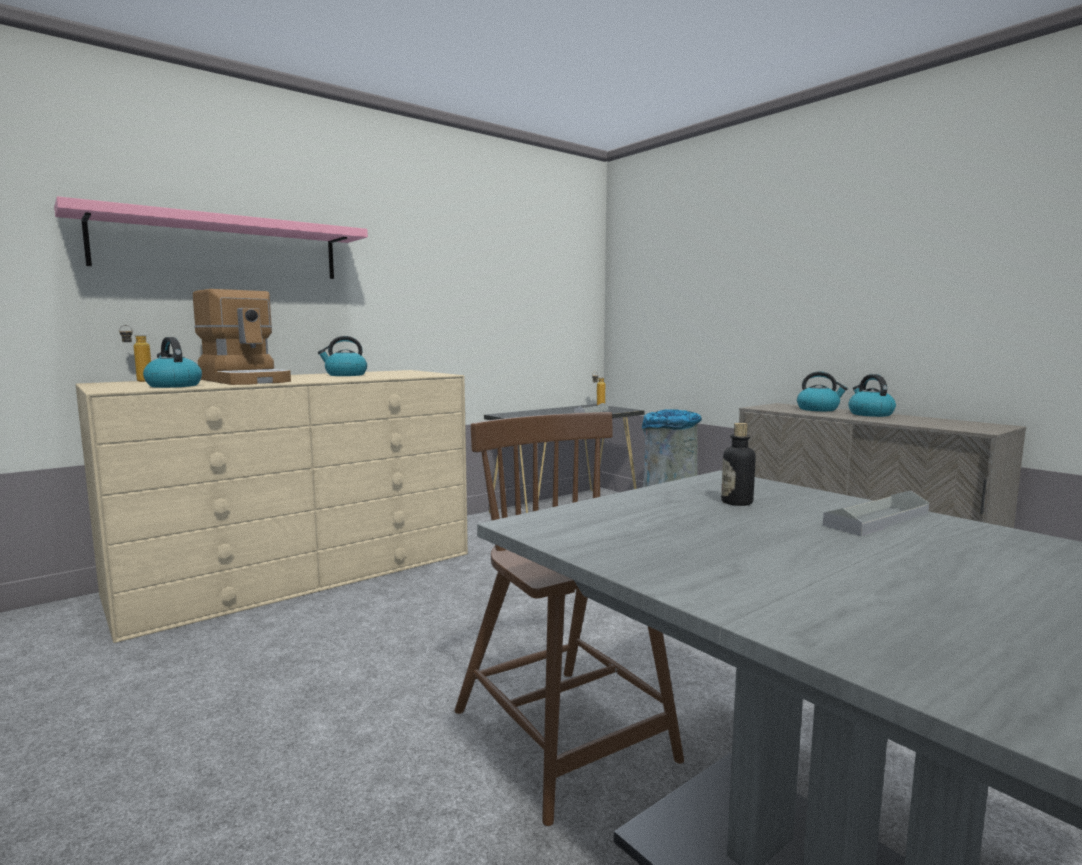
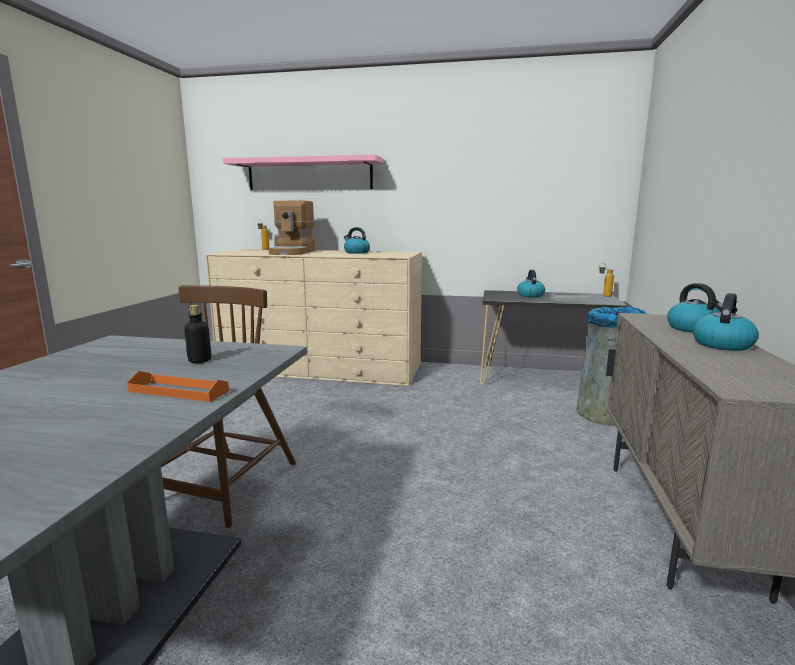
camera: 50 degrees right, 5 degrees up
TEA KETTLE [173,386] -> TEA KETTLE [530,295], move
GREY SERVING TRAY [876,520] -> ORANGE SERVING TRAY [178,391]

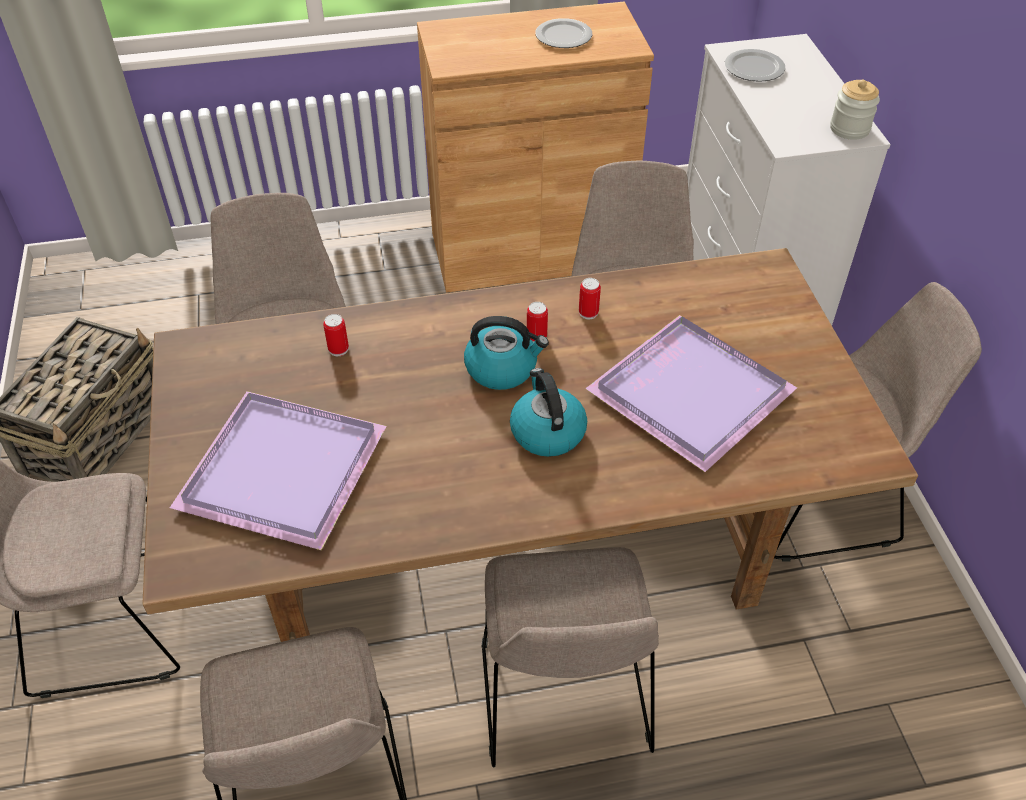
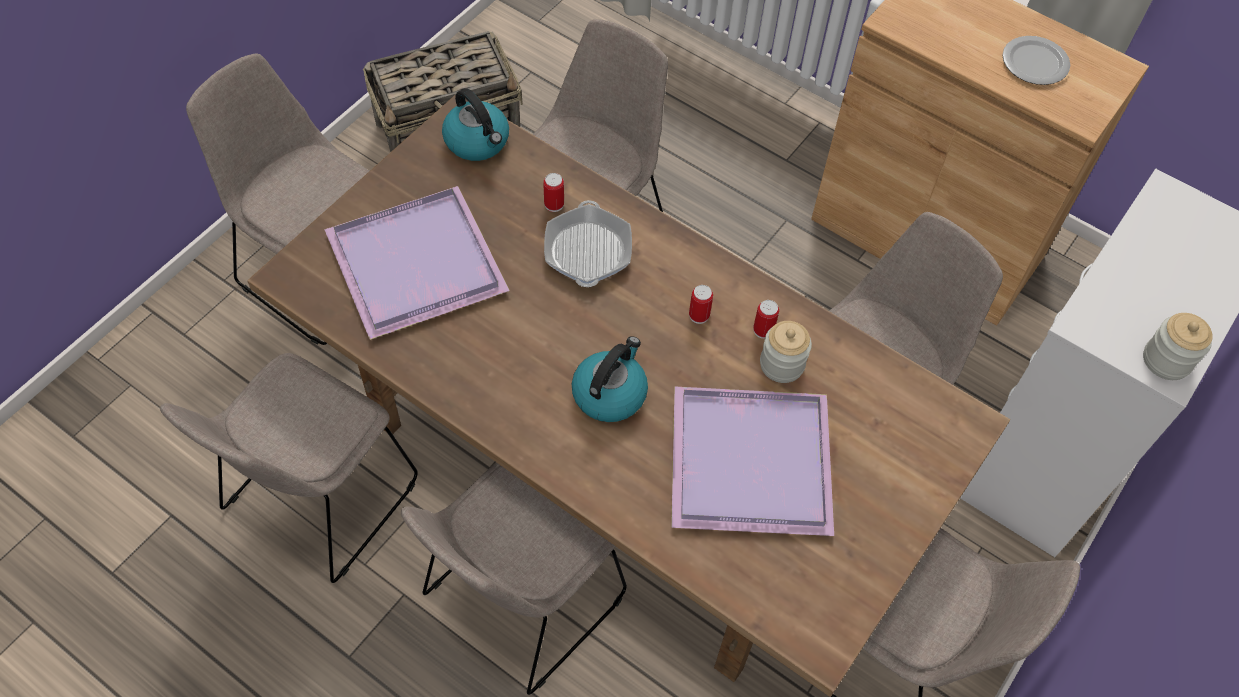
camera: 45 degrees right, 10 degrees up
TEA KETTLE [502,368] -> TEA KETTLE [478,141], move
FLAT DISH [753,68] -> none
none -> SKILLET [588,251]
none -> PRESERVE JAR [782,364]

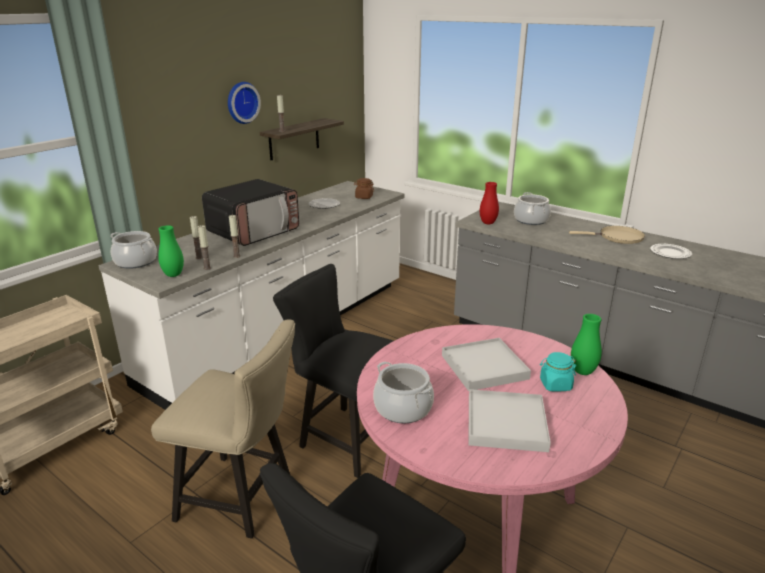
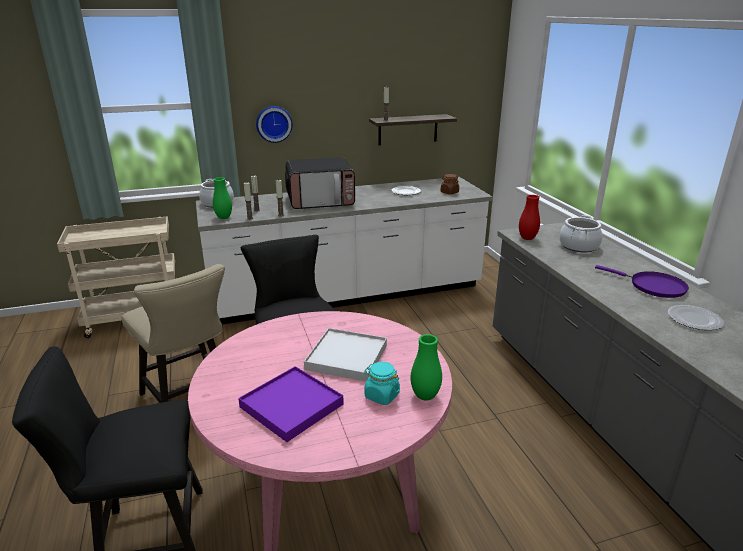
camera: 35 degrees right, 0 degrees up
WALL CLOCK [241,102] -> WALL CLOCK [273,123], move
SAUCEPOT [403,408] -> none
WHITISH SERVING TRAY [506,423] -> PURPLE-COLOURED SERVING TRAY [291,405]
BEIGE SKILLET [618,237] -> PURPLE-COLOURED SKILLET [653,287]

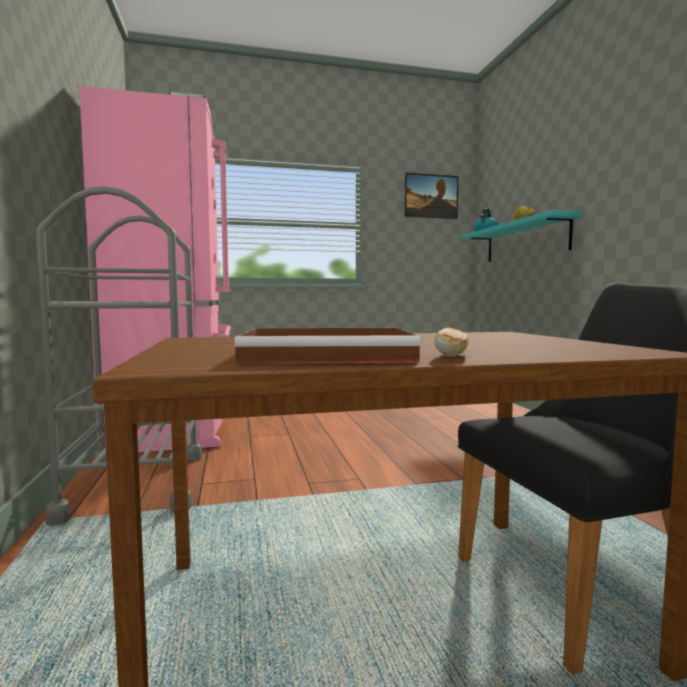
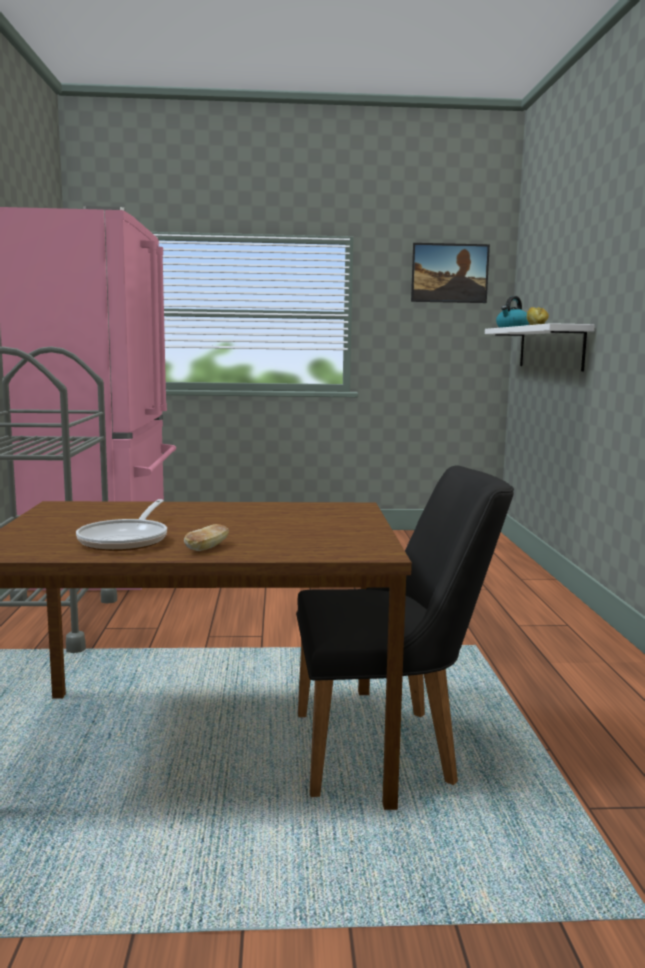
camera: 10 degrees right, 5 degrees up
BROWN SERVING TRAY [331,354] -> SKILLET [127,540]
TURQUOISE WALL SHELF [525,241] -> WHITISH WALL SHELF [550,347]

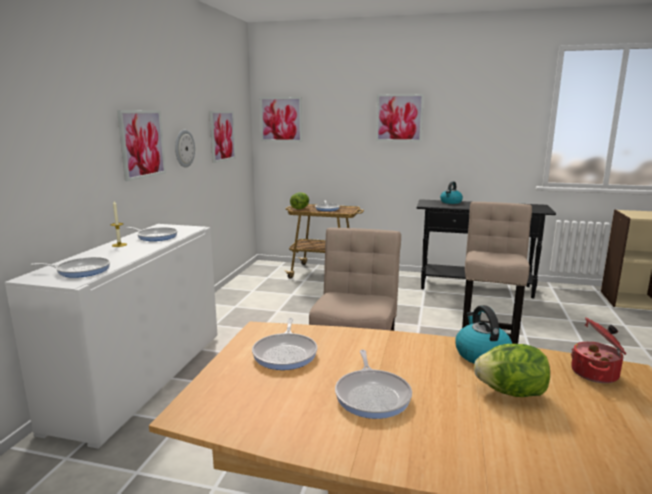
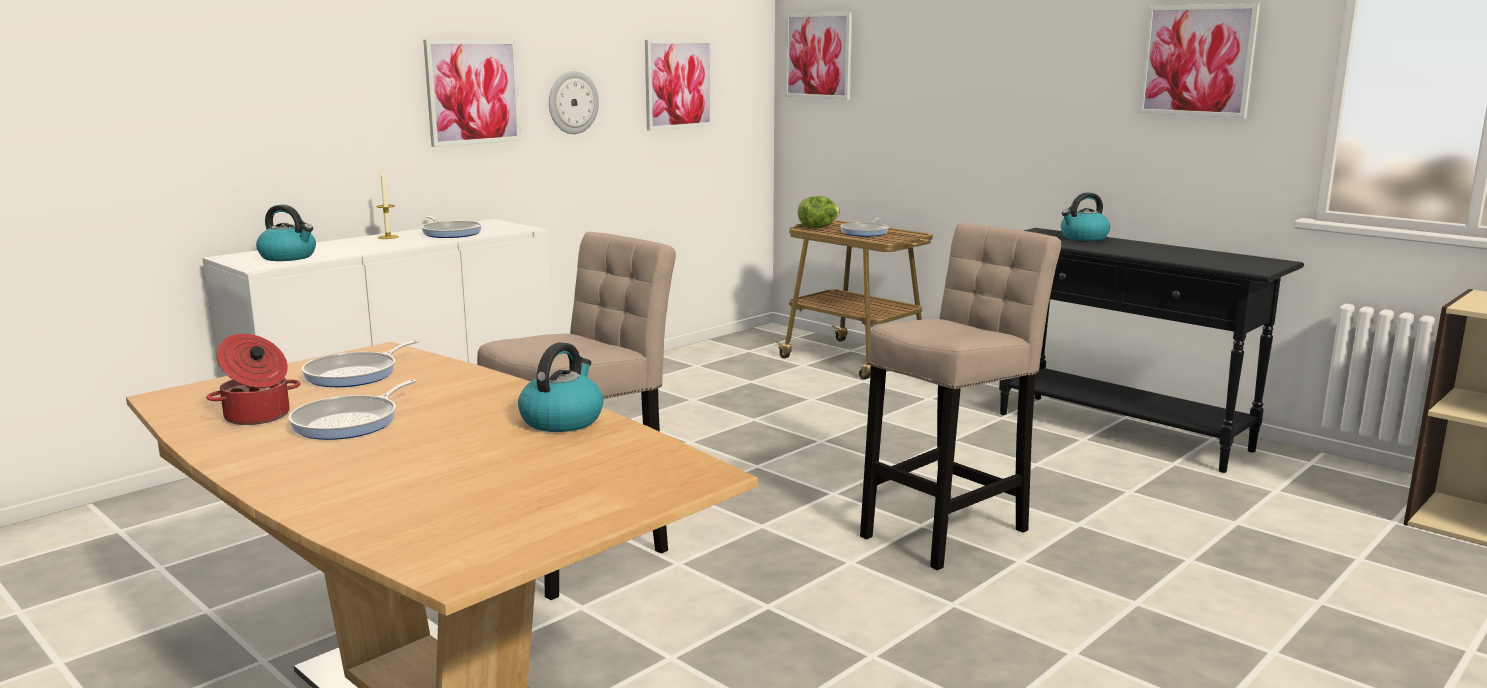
camera: 30 degrees right, 0 degrees up
SKILLET [80,270] -> TEA KETTLE [289,257]
PICTURE [399,118] -> PICTURE [1197,60], move
HEAD OF LETTUCE [511,392] -> none
SAUCEPOT [596,373] -> SAUCEPOT [258,417], move

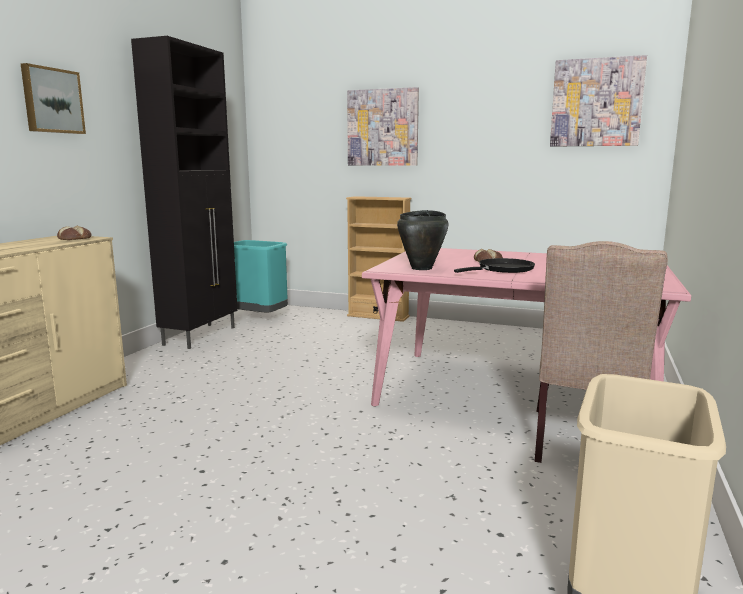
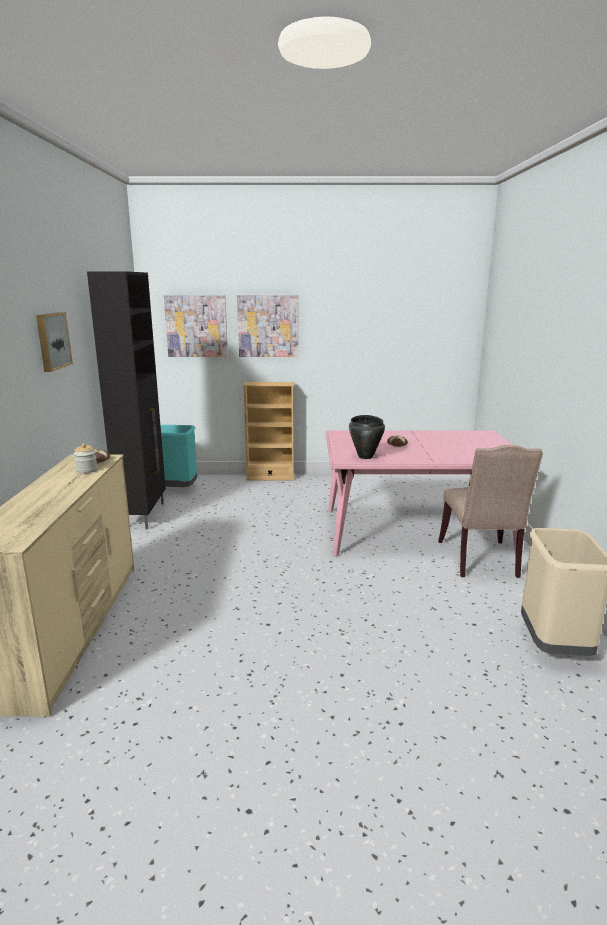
camera: 20 degrees left, 5 degrees up
BLACK-COLOURED SKILLET [503,269] -> none
PICTURE [596,103] -> PICTURE [196,326], move
none -> PRESERVE JAR [86,470]

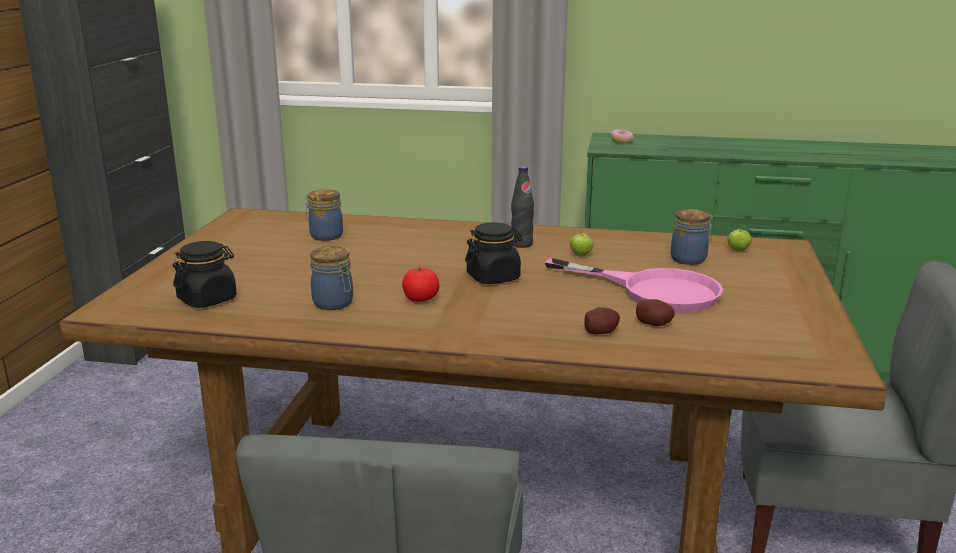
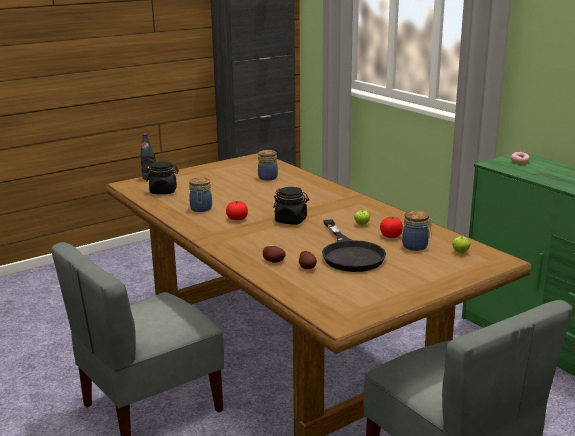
camera: 45 degrees right, 0 degrees up
BLACK-COLOURED DRINK BOTTLE [521,244] -> BLACK-COLOURED DRINK BOTTLE [149,178], move
PINK SKILLET [653,291] -> BLACK-COLOURED SKILLET [350,254]
none -> WHOLE TOMATO [391,236]

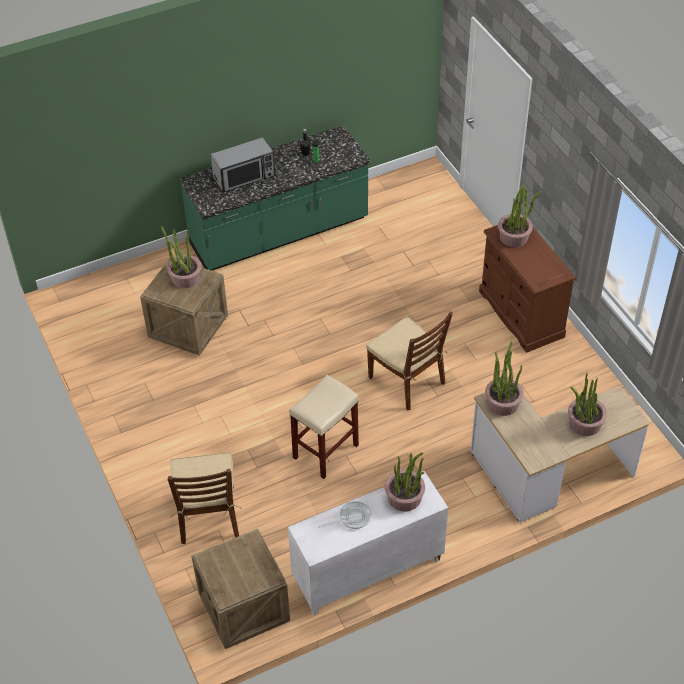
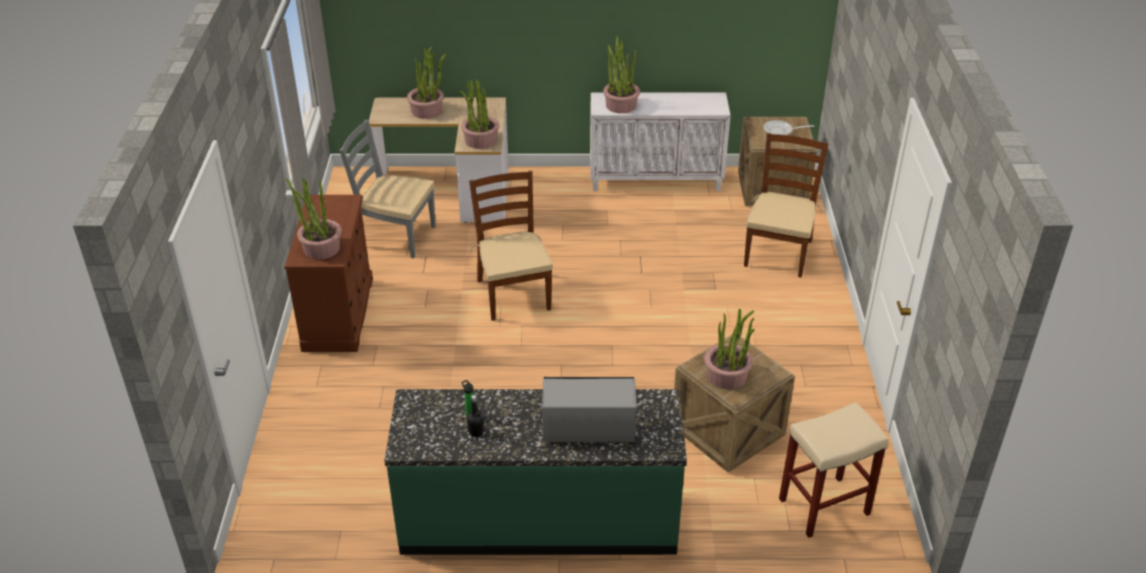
camera: 155 degrees left, 10 degrees down
BEIGE STOOL [326,450] -> BEIGE STOOL [823,507], move
SKILLET [352,518] -> SKILLET [780,131], move
none -> GREY CHAIR [395,236]

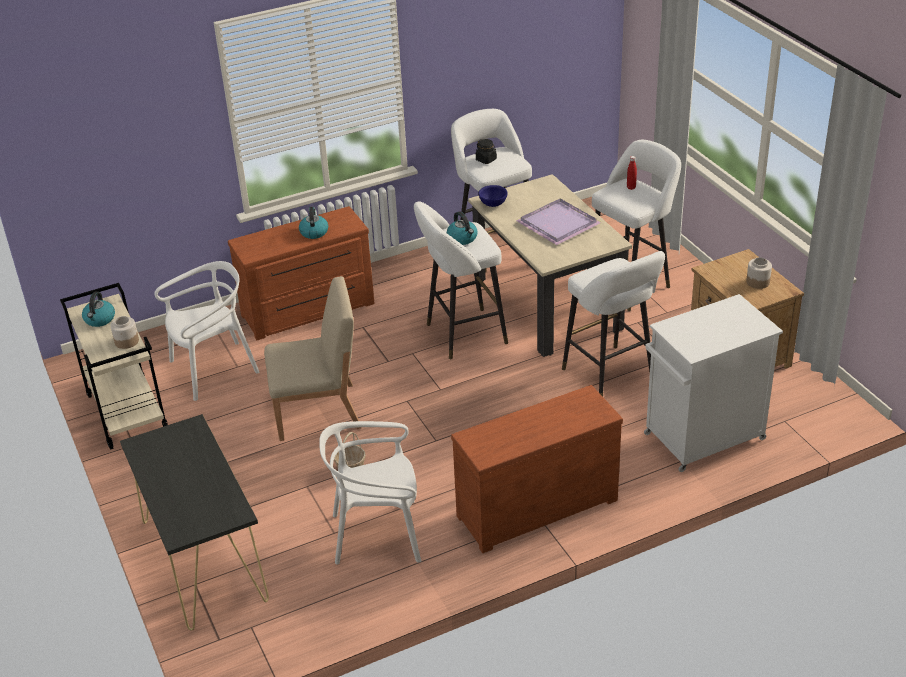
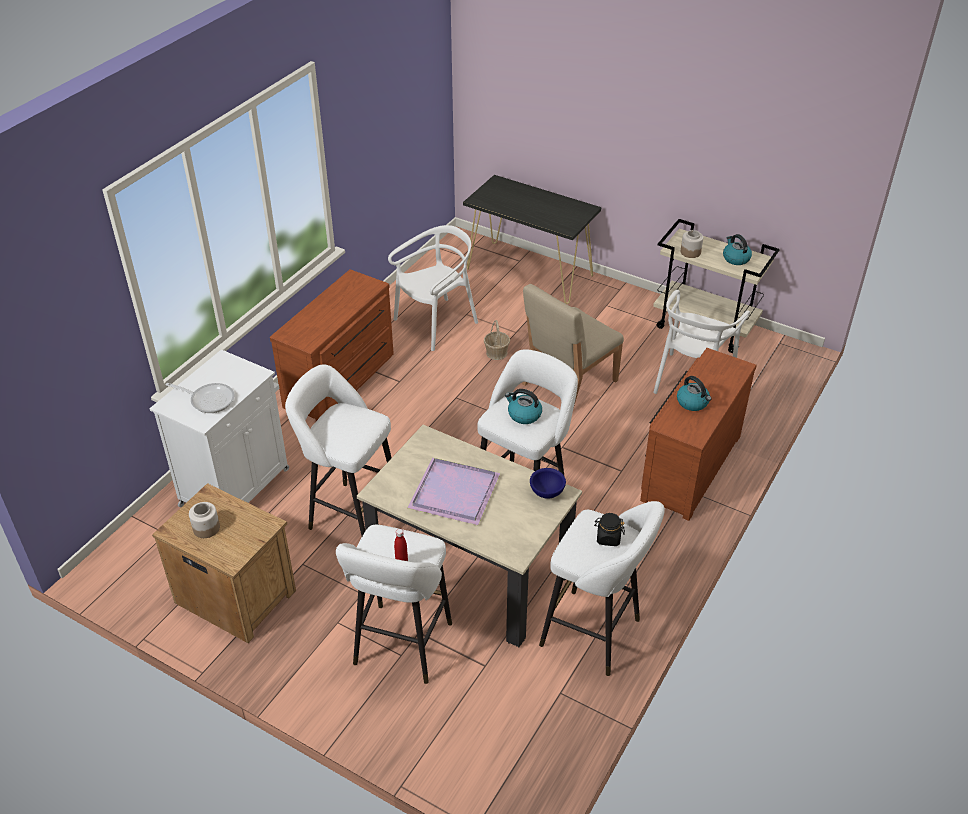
camera: 145 degrees right, 5 degrees up
none -> SKILLET [209,400]

